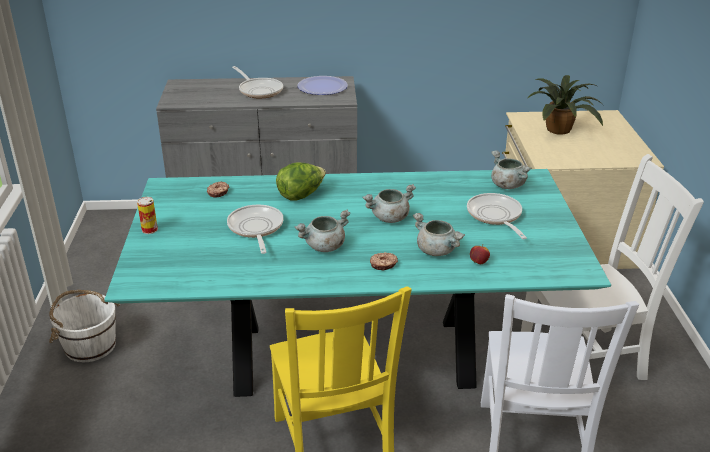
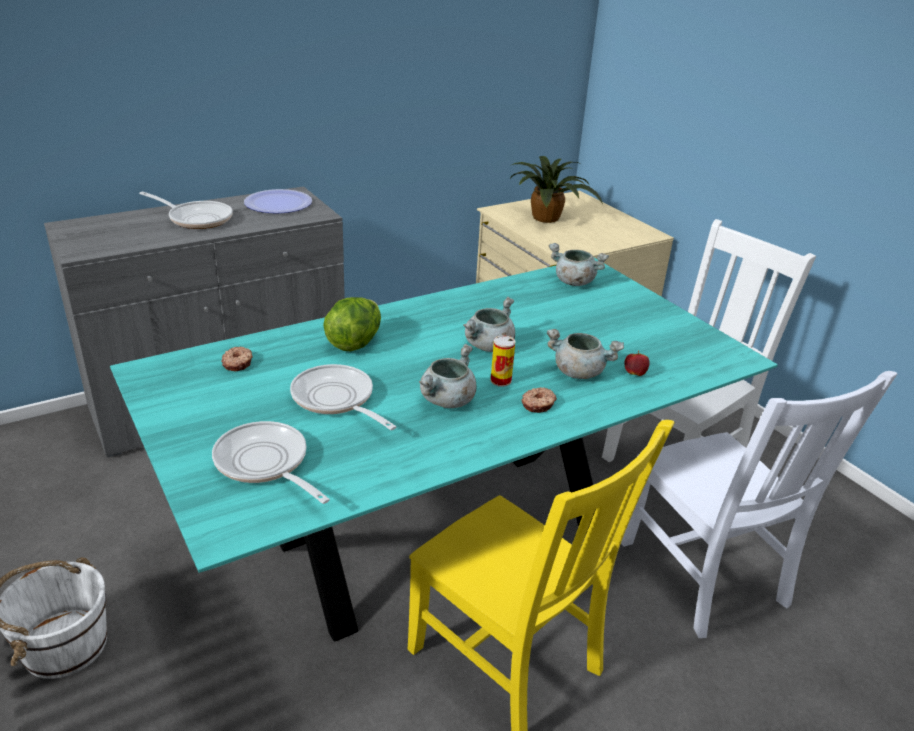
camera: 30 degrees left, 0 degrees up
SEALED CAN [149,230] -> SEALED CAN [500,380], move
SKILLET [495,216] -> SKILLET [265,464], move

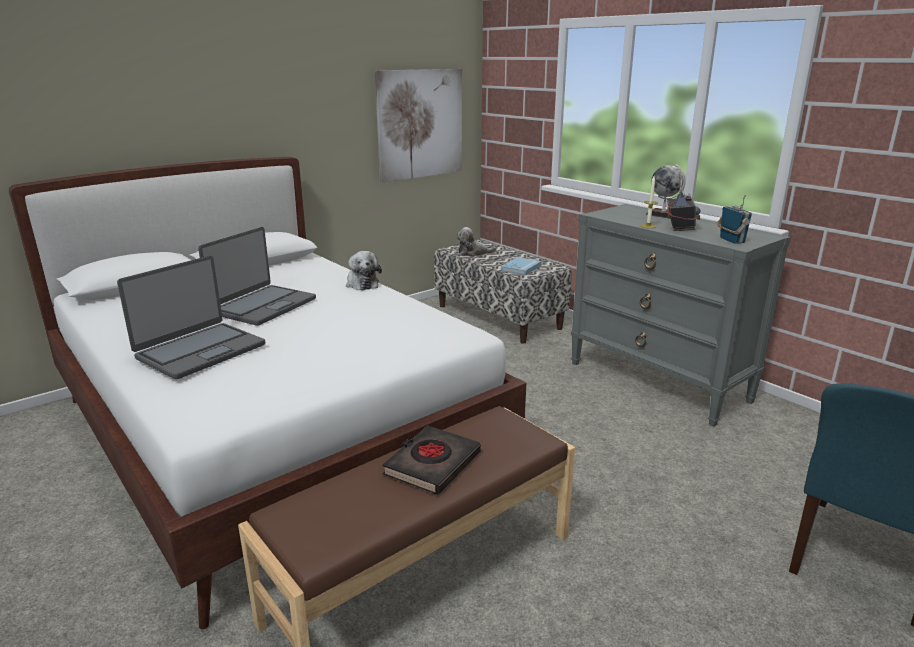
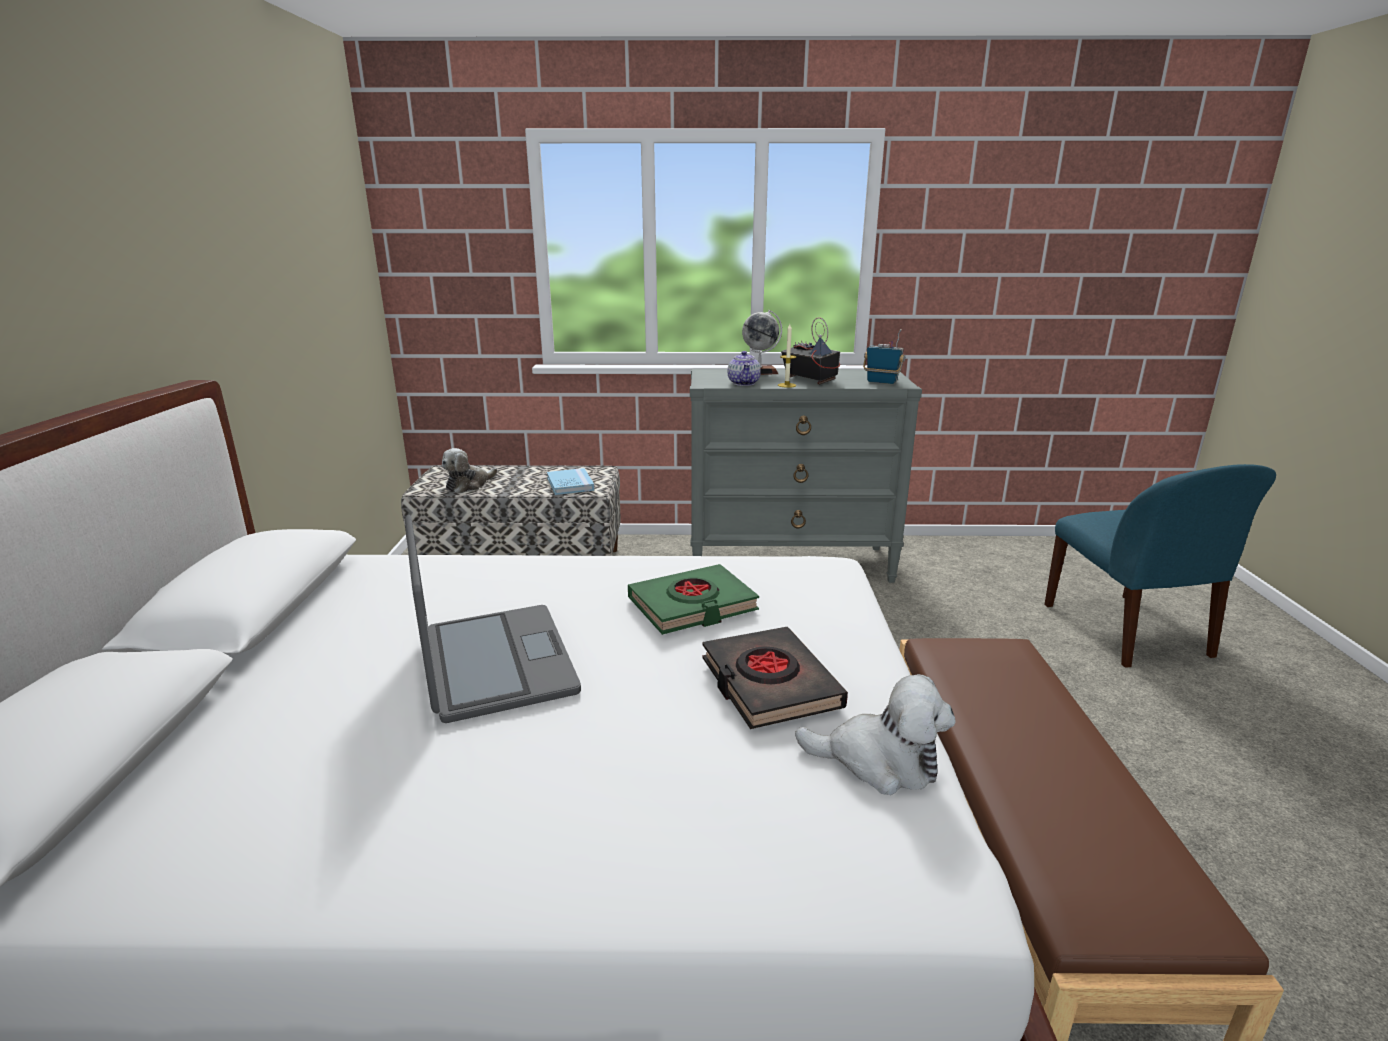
camera: 50 degrees left, 0 degrees up
NOTEBOOK COMPUTER [200,351] -> none
PLUSH TOY [362,283] -> PLUSH TOY [879,762], move
PICTURE [420,124] -> none
BLACK-COLOURED VOLUME [432,464] -> BLACK-COLOURED VOLUME [769,684], move
none -> GREEN-COLOURED VOLUME [692,606]
none -> TEA POT [744,383]

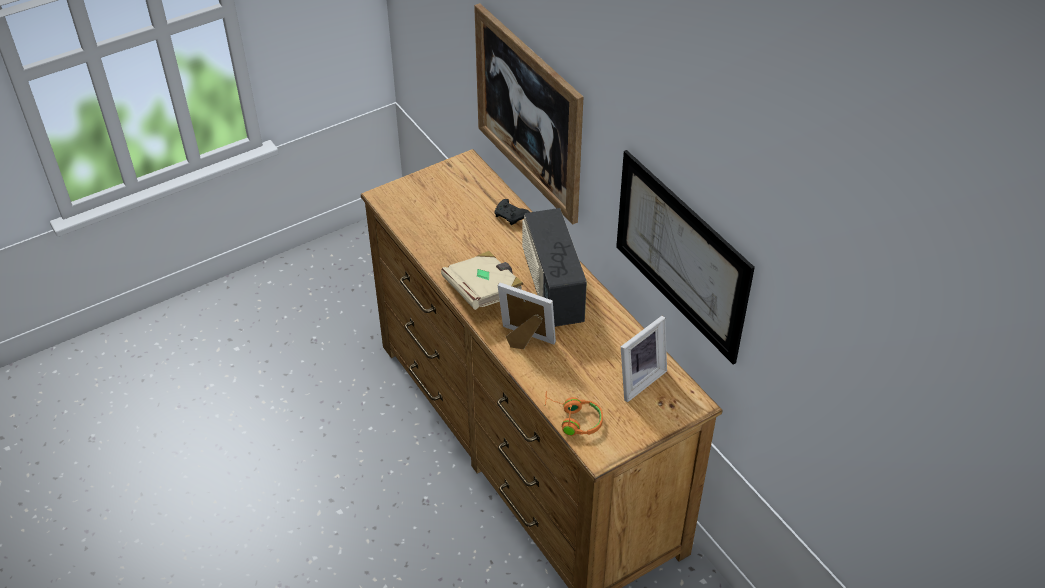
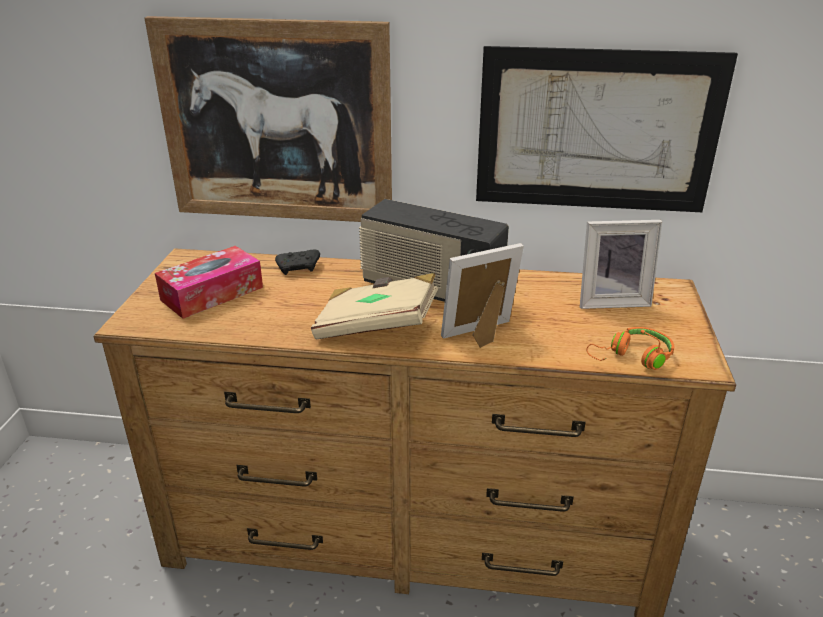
camera: 50 degrees left, 15 degrees down
PICTURE FRAME [637,379] -> PICTURE FRAME [611,300], 90 degrees clockwise
none -> TISSUE BOX [212,293]

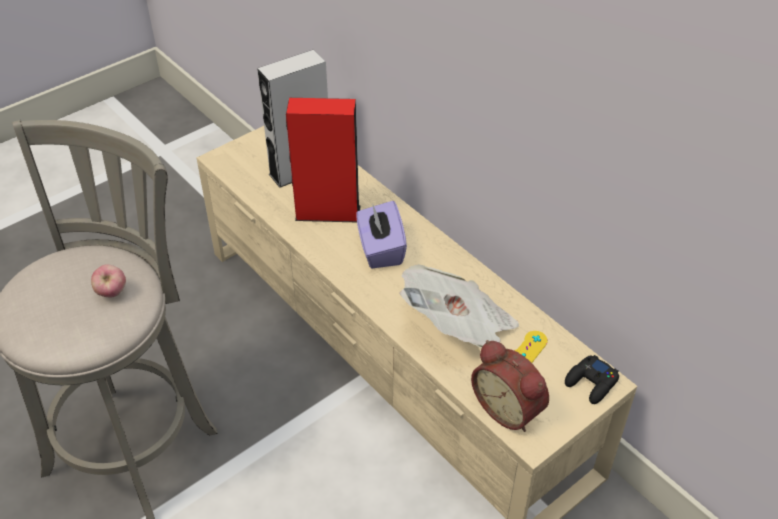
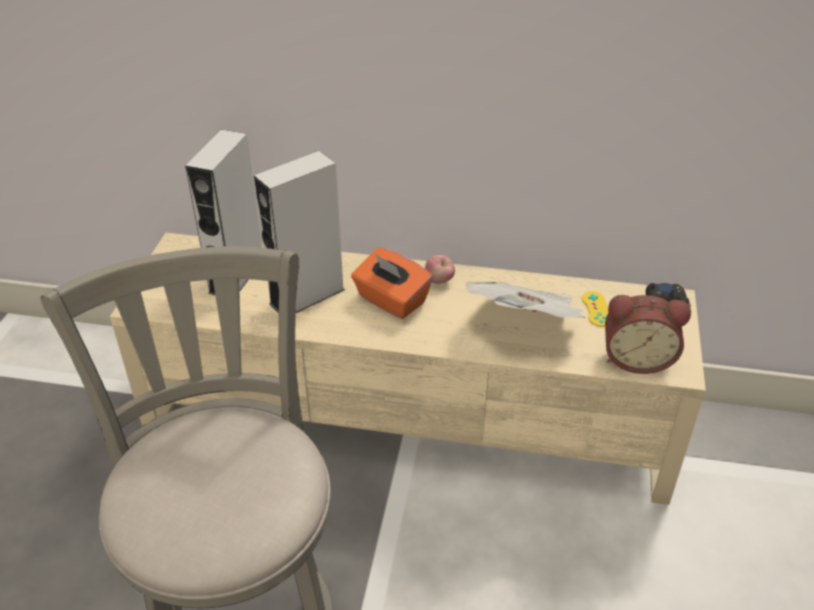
camera: 40 degrees left, 5 degrees down
WHOLE APPLE [112,293] -> WHOLE APPLE [439,281], move
REDDISH LOUDSPEAKER [327,213] -> GREY LOUDSPEAKER [307,296]
PURPLE-COLOURED TISSUE BOX [380,249] -> ORANGE TISSUE BOX [391,300]

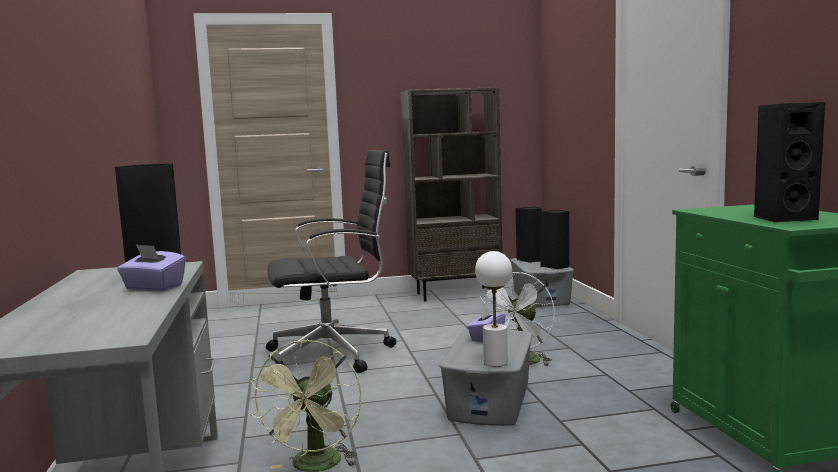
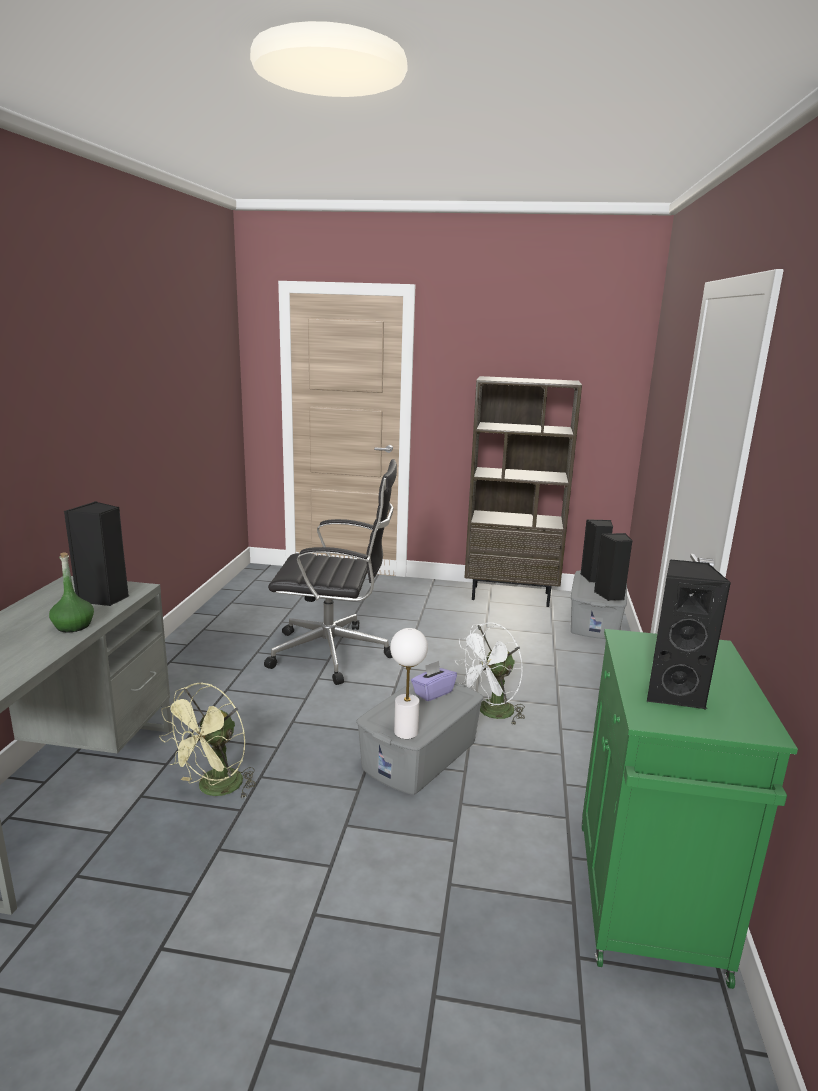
camera: 20 degrees right, 10 degrees up
PURPLE-COLOURED TISSUE BOX [153,288] -> GREEN-COLOURED DRINK BOTTLE [73,626]

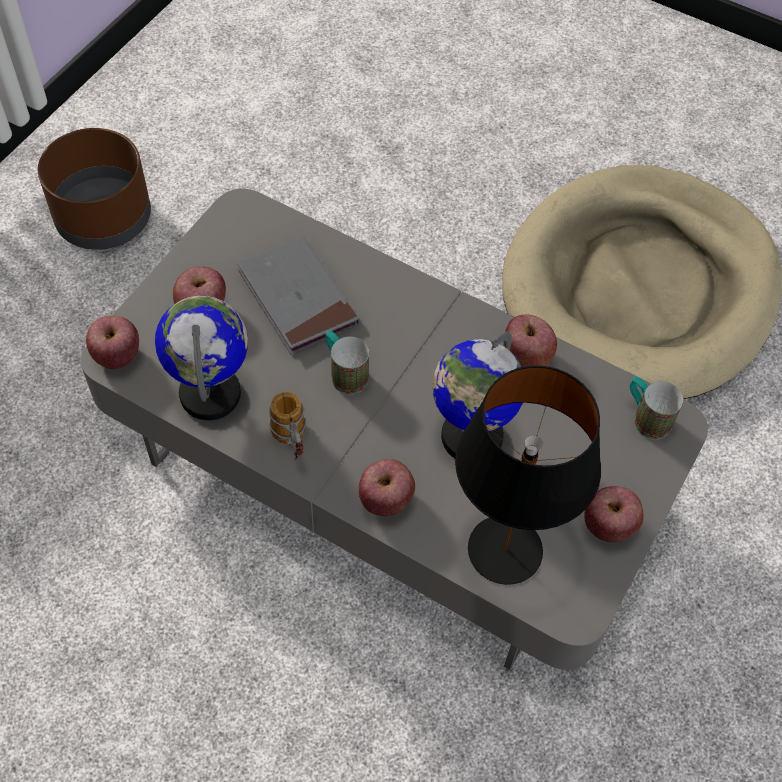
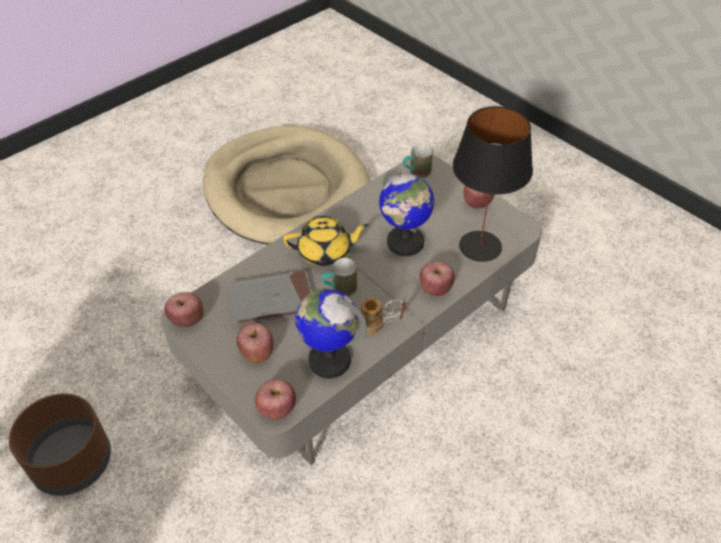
camera: 70 degrees left, 10 degrees down
WHOLE APPLE [526,357] -> WHOLE APPLE [187,320], move
none -> YELLOWISH TEA POT [326,252]

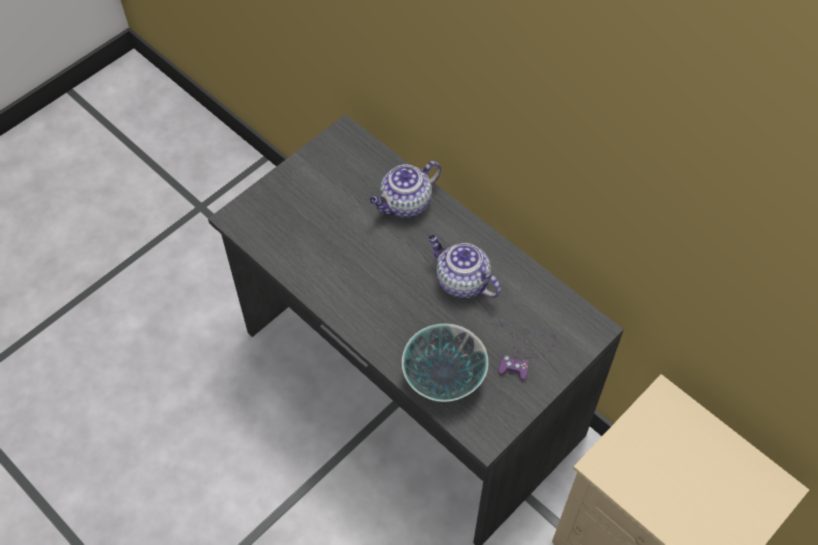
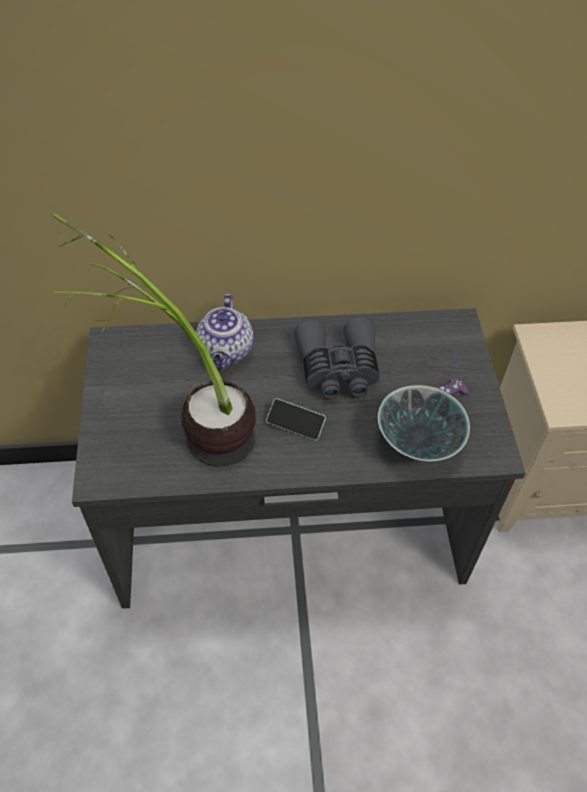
camera: 50 degrees left, 5 degrees down
TEA POT [461,281] -> GREY BINOCULARS [338,369]
none -> HOUSEPLANT [184,422]
none -> TELEPHONE [295,424]

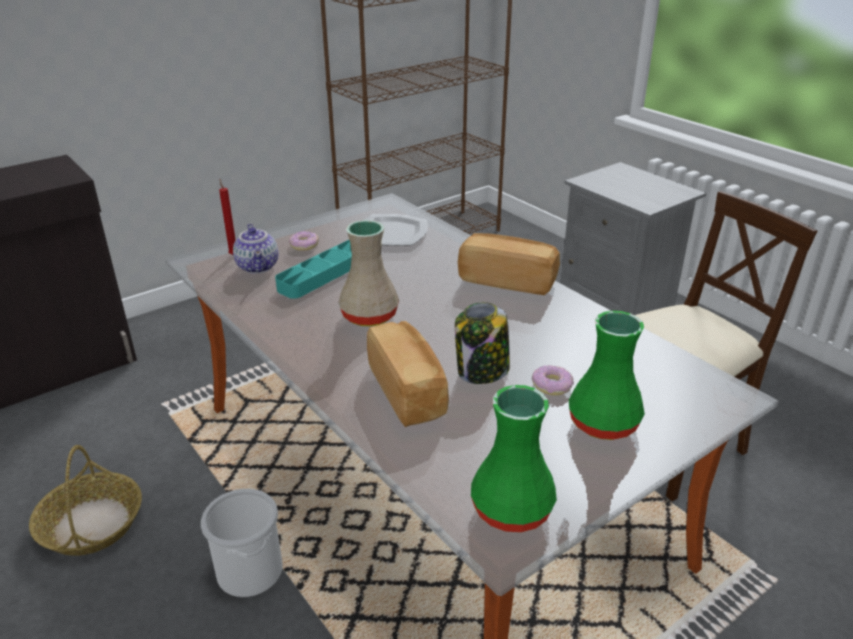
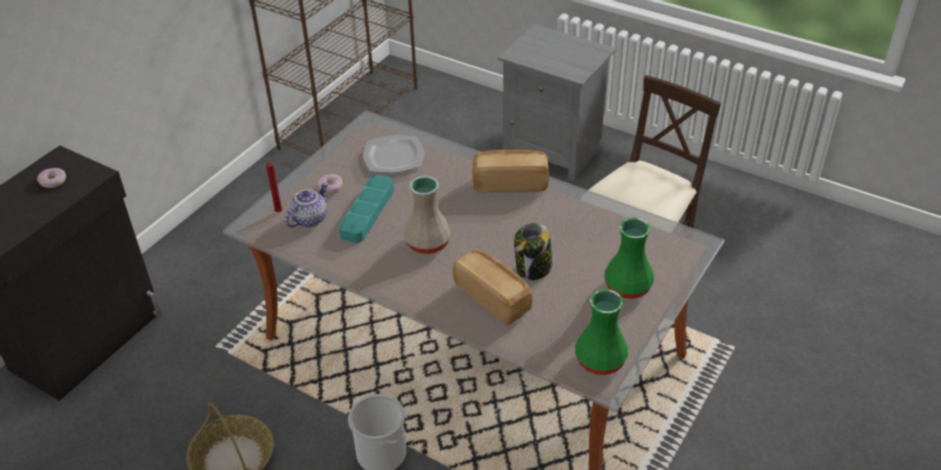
camera: 20 degrees left, 10 degrees up
TEA POT [259,267] -> TEA POT [309,219], 105 degrees counterclockwise
DONUT [552,385] -> DONUT [53,181], move

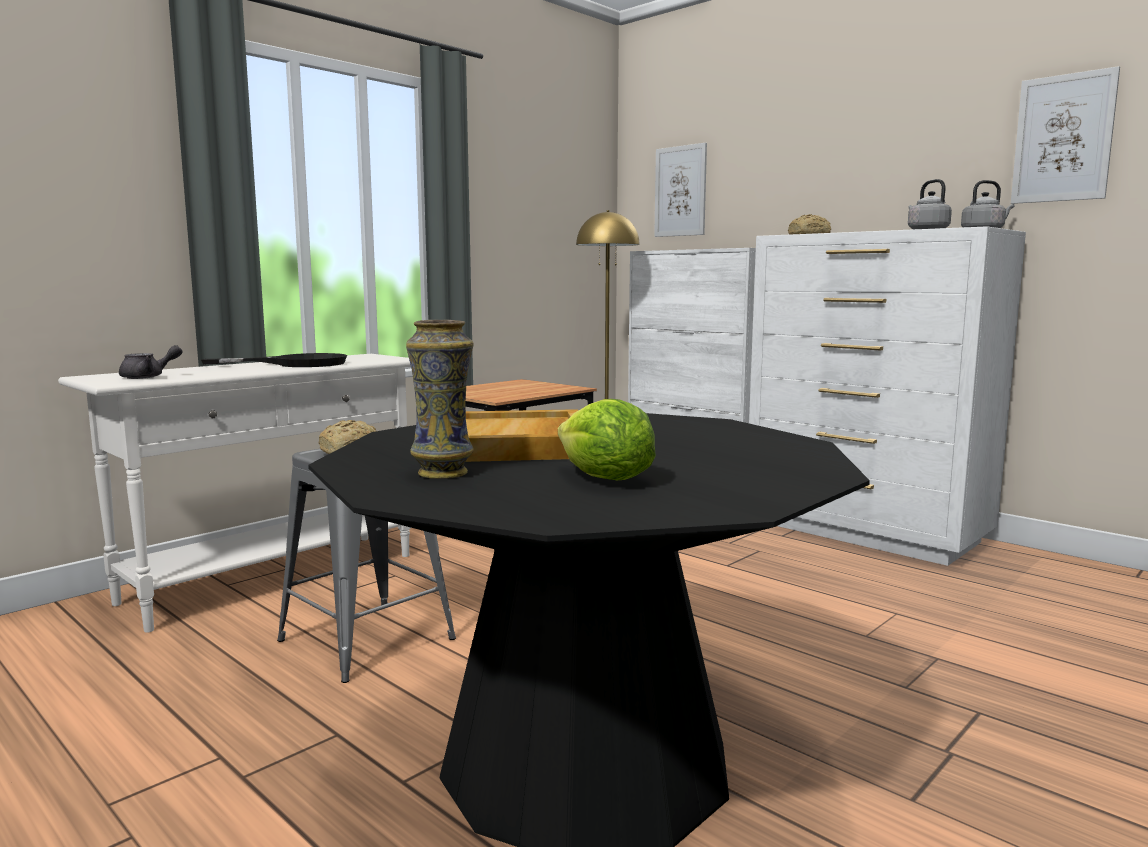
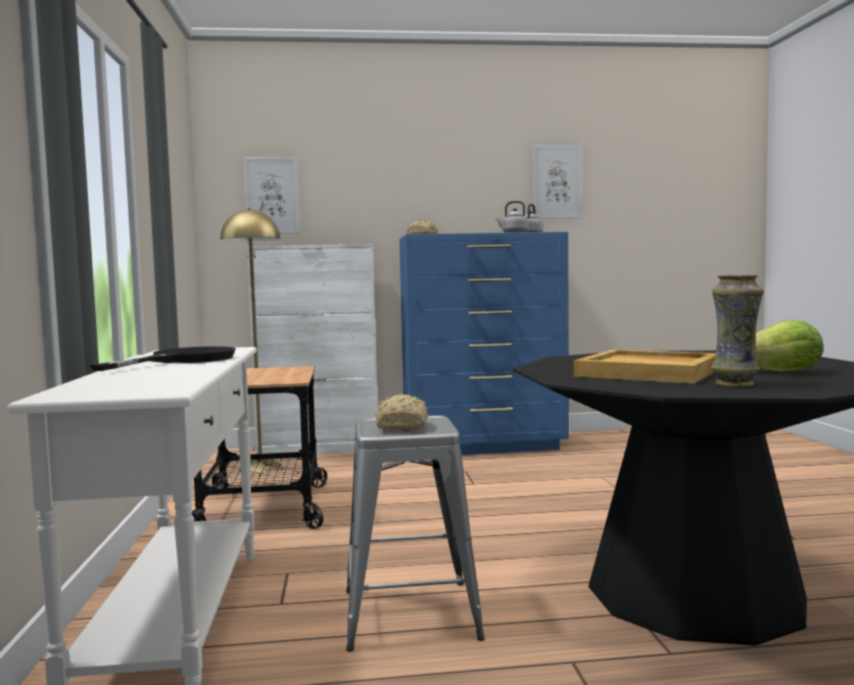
camera: 50 degrees left, 5 degrees down
GREY TEA POT [149,377] -> none
WHITISH CHEST OF DRAWERS [865,532] -> BLUE CHEST OF DRAWERS [485,446]

